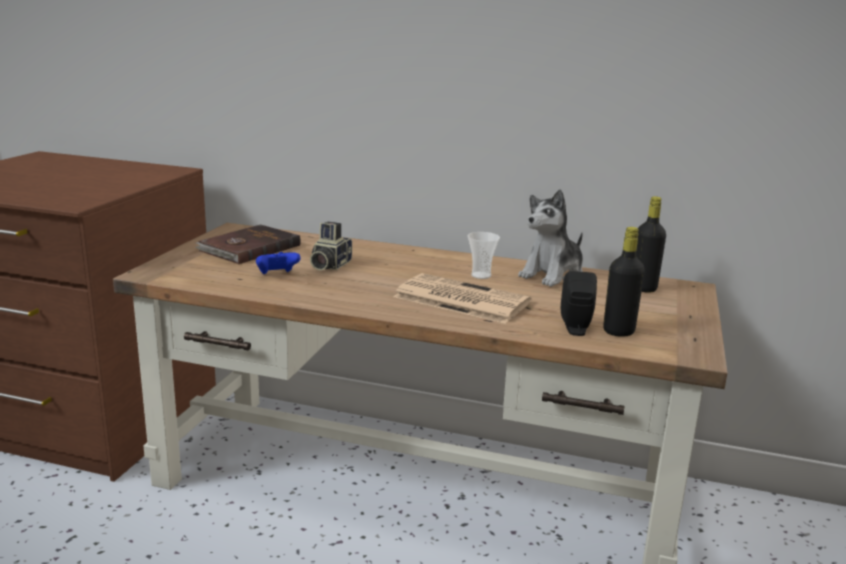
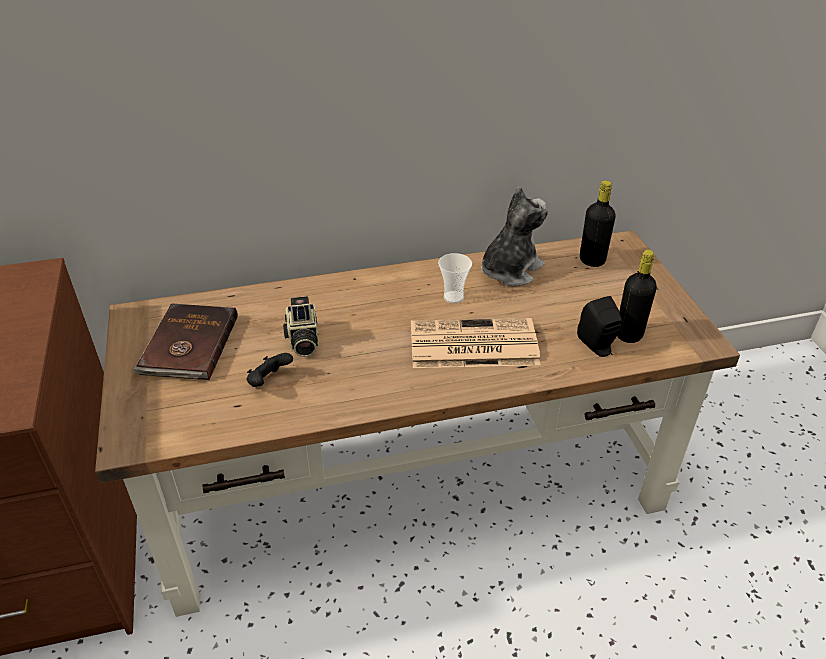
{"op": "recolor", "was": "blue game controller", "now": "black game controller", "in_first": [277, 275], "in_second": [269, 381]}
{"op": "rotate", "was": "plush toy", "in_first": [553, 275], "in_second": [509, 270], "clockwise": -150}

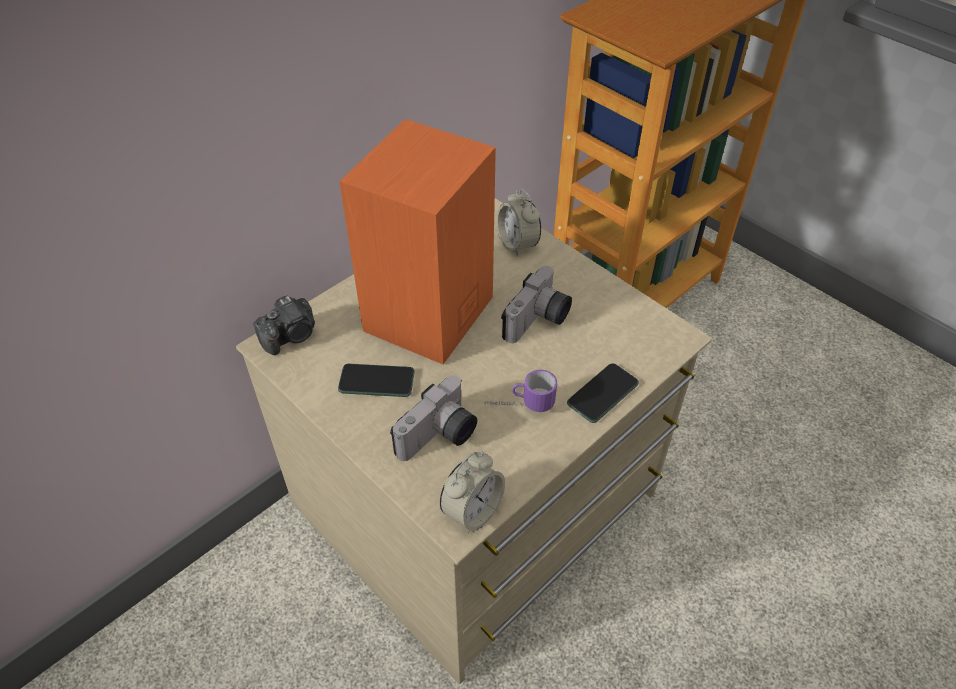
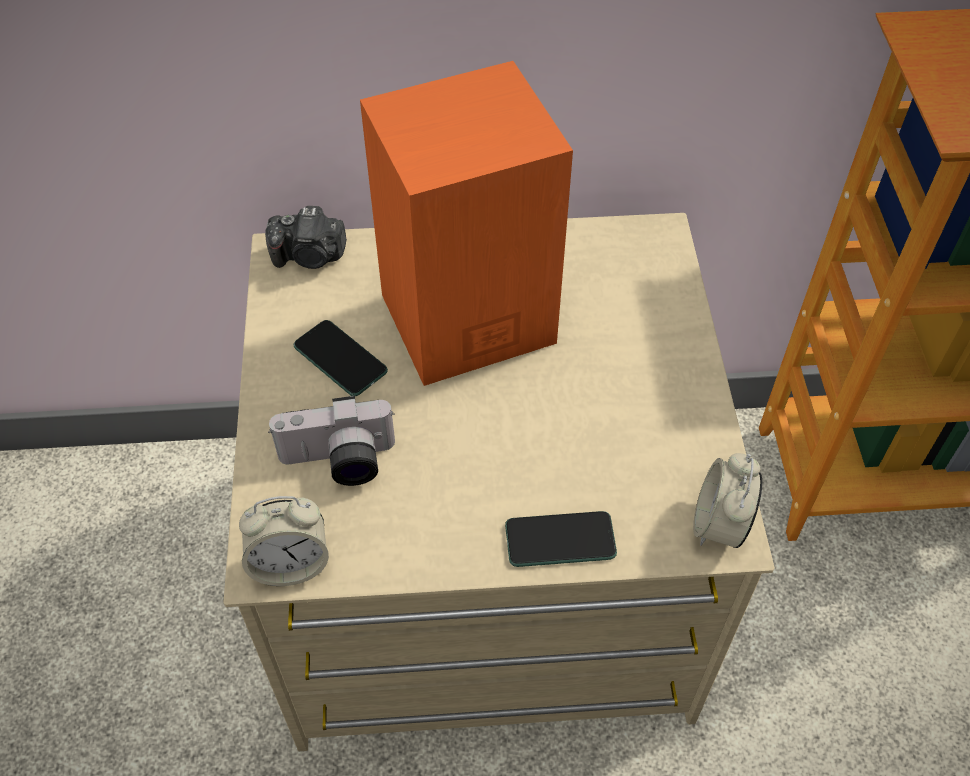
{"op": "delete", "was": "mug", "in_first": [519, 405]}
{"op": "move", "was": "alarm clock", "in_first": [517, 244], "in_second": [719, 524]}
{"op": "delete", "was": "photo camera", "in_first": [538, 322]}

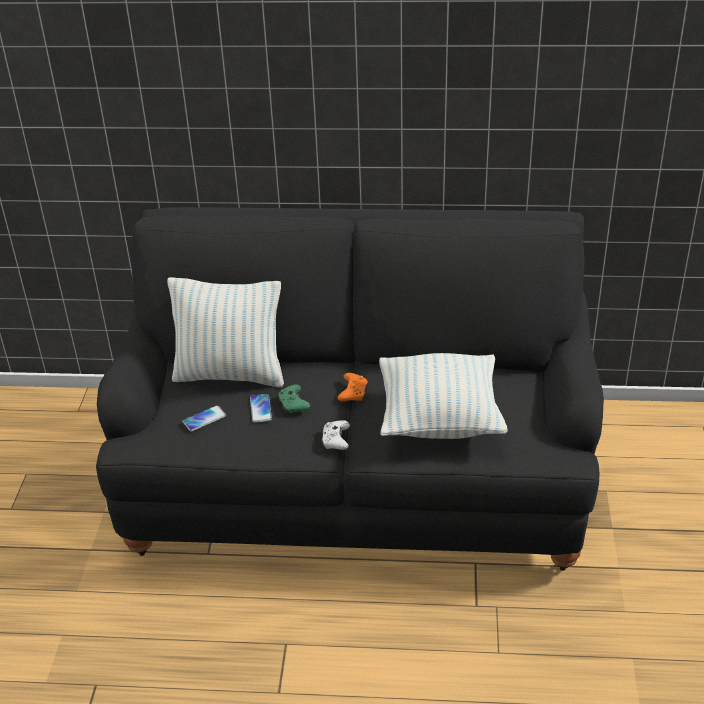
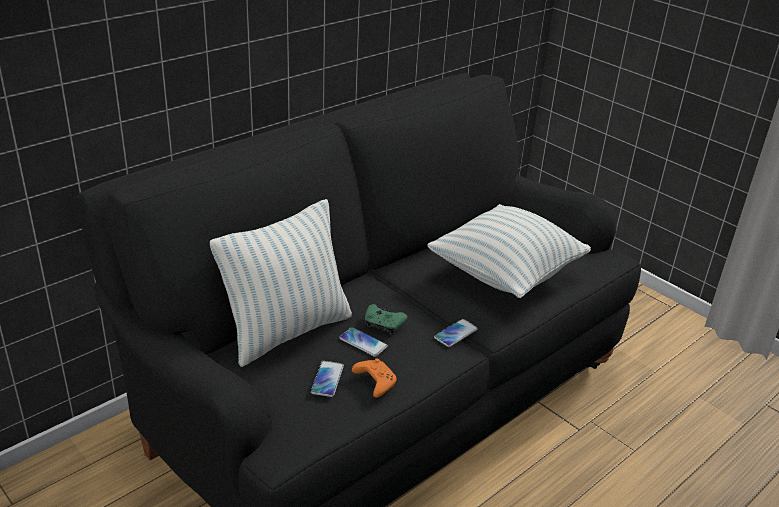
{"op": "replace", "was": "white game controller", "now": "phone", "in_first": [335, 440], "in_second": [455, 333]}
{"op": "move", "was": "orange game controller", "in_first": [353, 392], "in_second": [374, 382]}

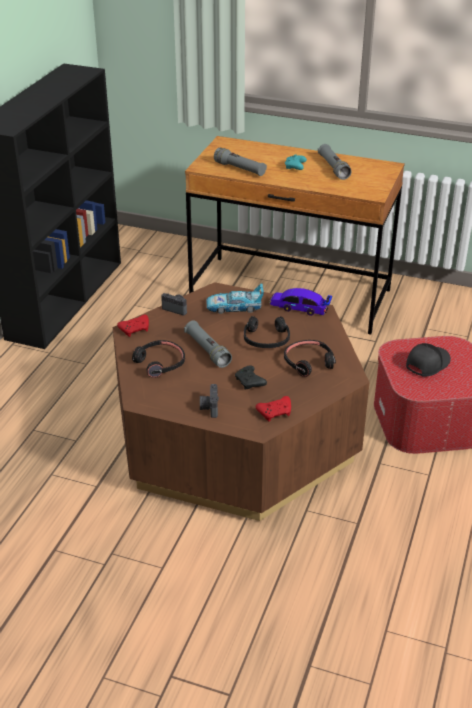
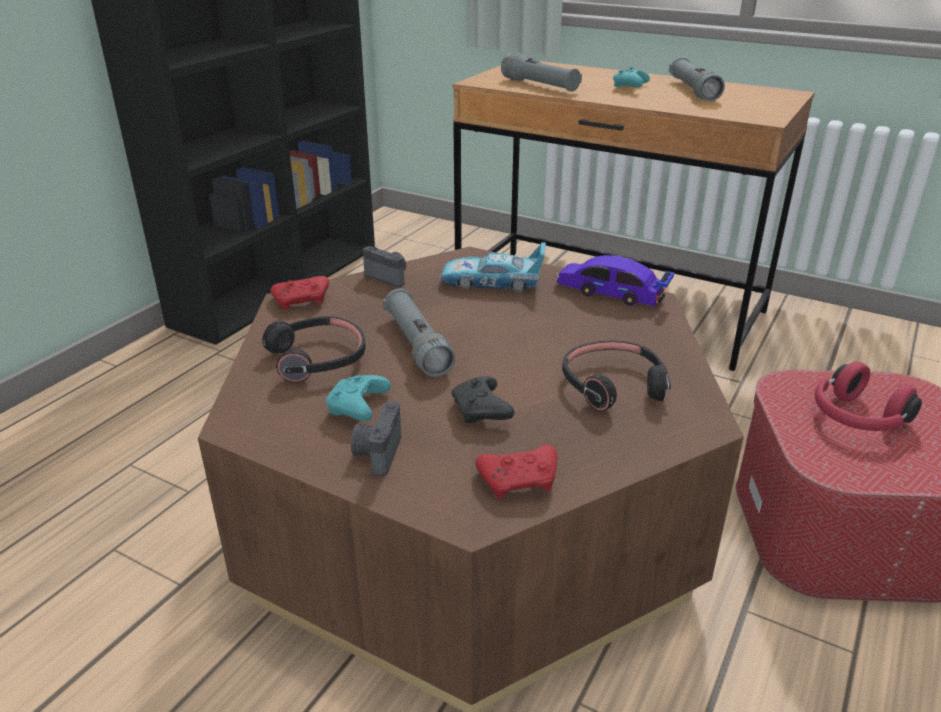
{"op": "delete", "was": "black headphones", "in_first": [266, 339]}
{"op": "replace", "was": "black cap", "now": "red headphones", "in_first": [426, 363], "in_second": [856, 418]}
{"op": "insert", "now": "turquoise game controller", "in_second": [358, 408]}

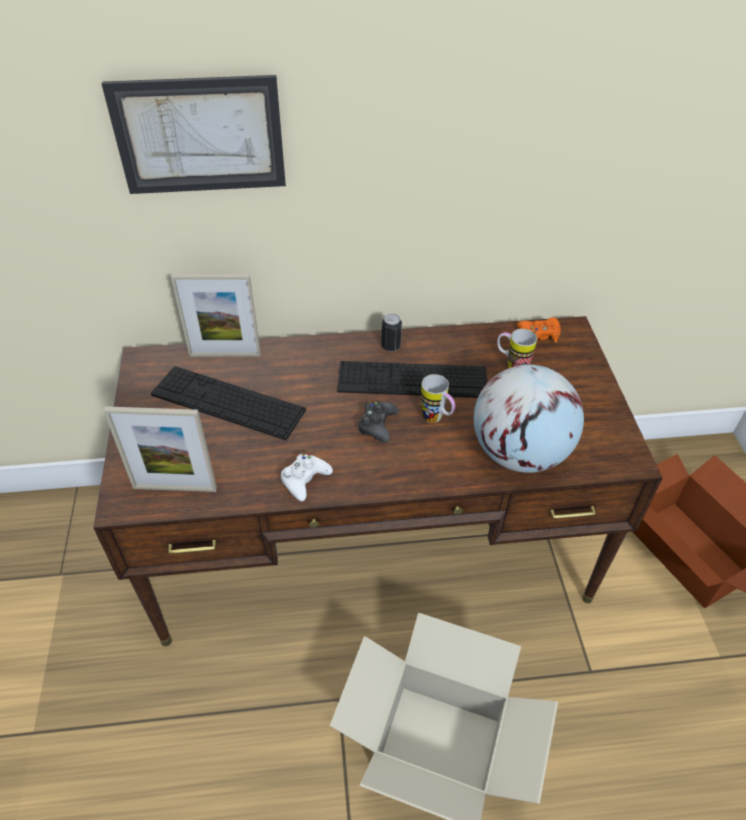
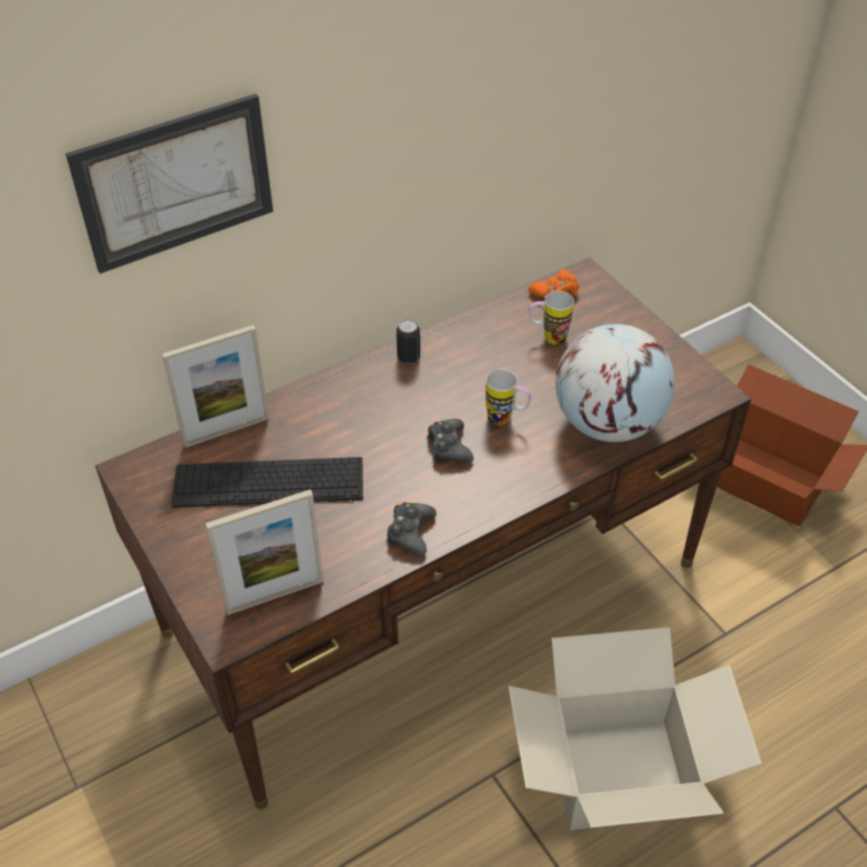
{"op": "recolor", "was": "white game controller", "now": "black game controller", "in_first": [304, 479], "in_second": [410, 532]}
{"op": "delete", "was": "keyboard", "in_first": [412, 380]}

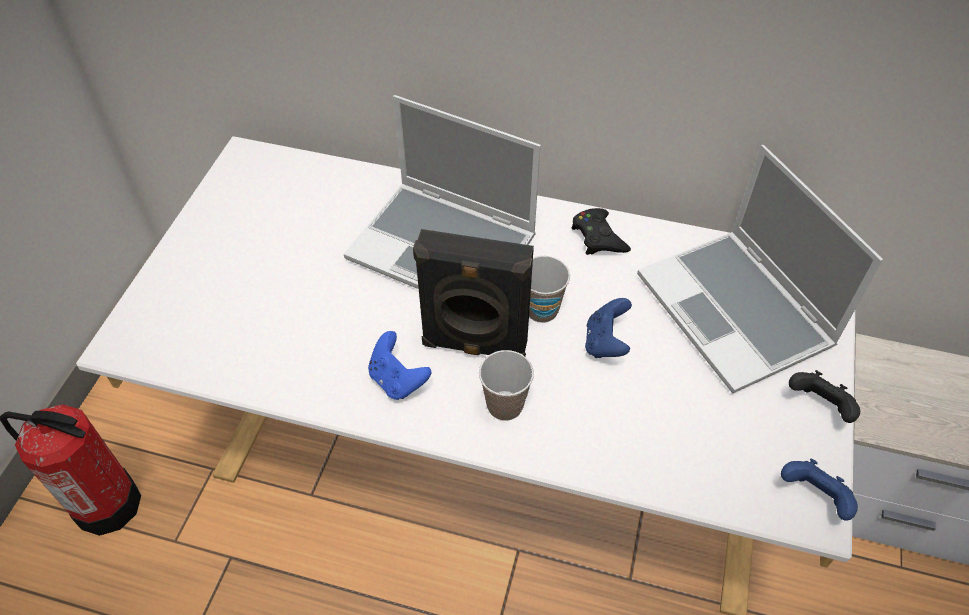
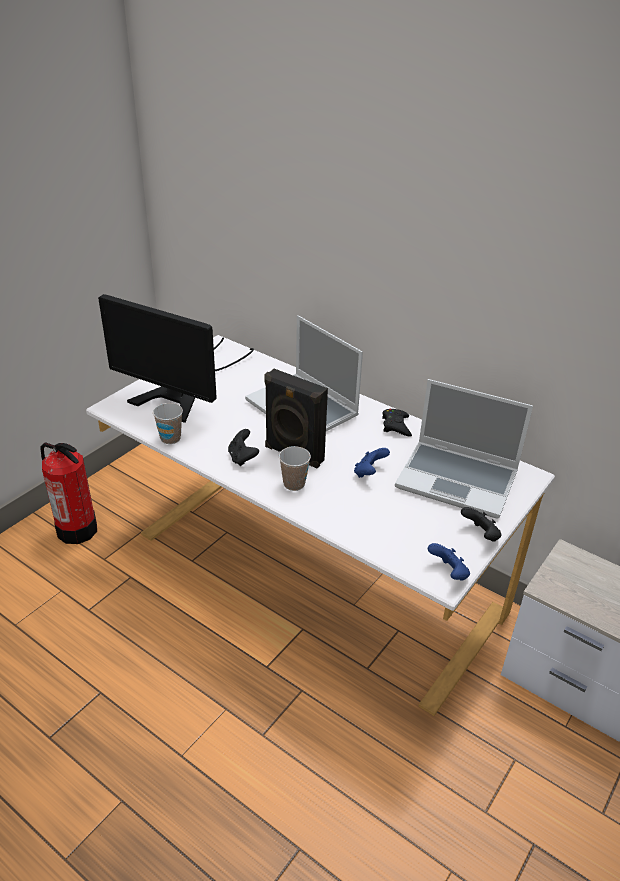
{"op": "recolor", "was": "blue game controller", "now": "black game controller", "in_first": [397, 380], "in_second": [242, 458]}
{"op": "move", "was": "cup", "in_first": [541, 310], "in_second": [170, 438]}
{"op": "rotate", "was": "laptop", "in_first": [737, 312], "in_second": [458, 480], "clockwise": -60}
{"op": "insert", "now": "monitor", "in_second": [182, 392]}

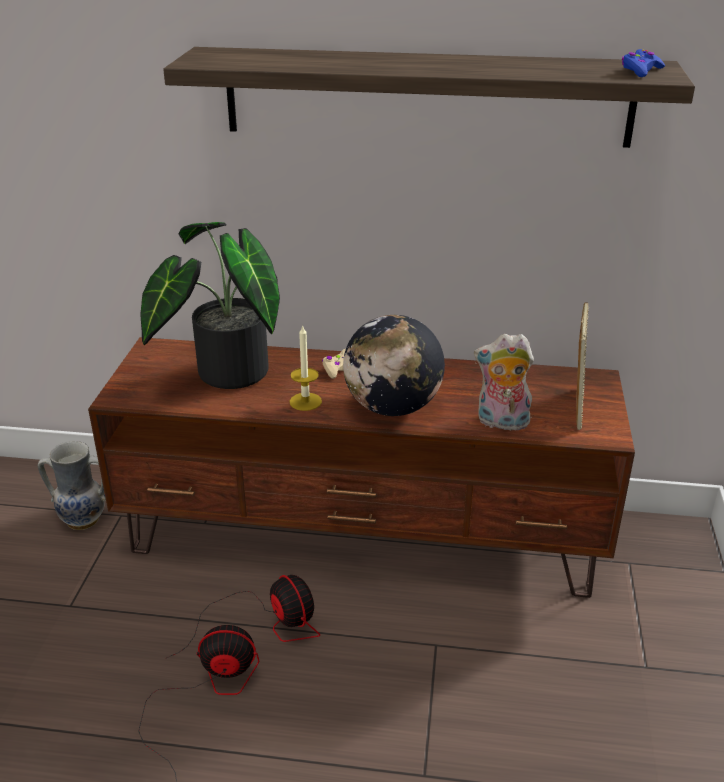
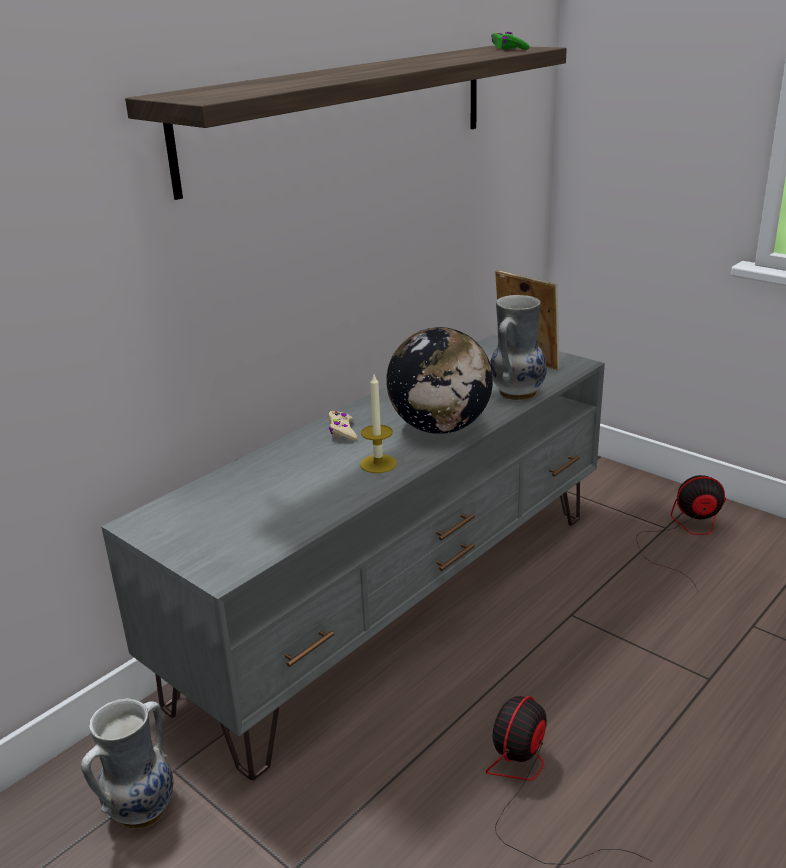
{"op": "recolor", "was": "brown tv stand", "now": "grey tv stand", "in_first": [364, 535], "in_second": [399, 600]}
{"op": "delete", "was": "potted plant", "in_first": [224, 373]}
{"op": "move", "was": "fan", "in_first": [266, 624], "in_second": [684, 535]}
{"op": "replace", "was": "plush toy", "now": "vase", "in_first": [501, 423], "in_second": [516, 393]}
{"op": "recolor", "was": "blue game controller", "now": "green game controller", "in_first": [640, 71], "in_second": [508, 49]}

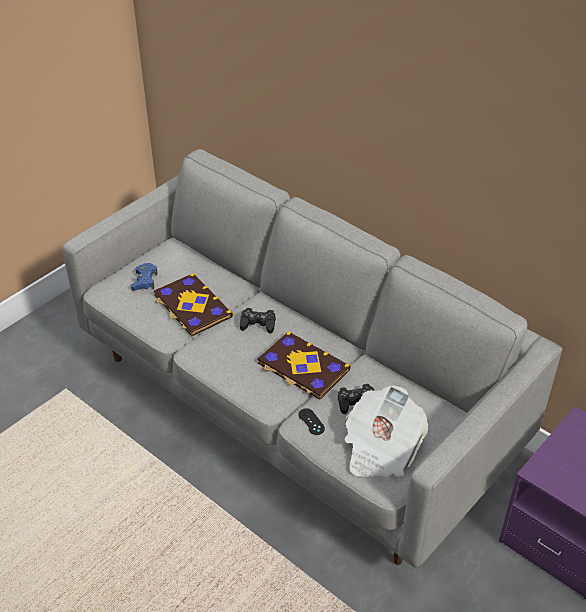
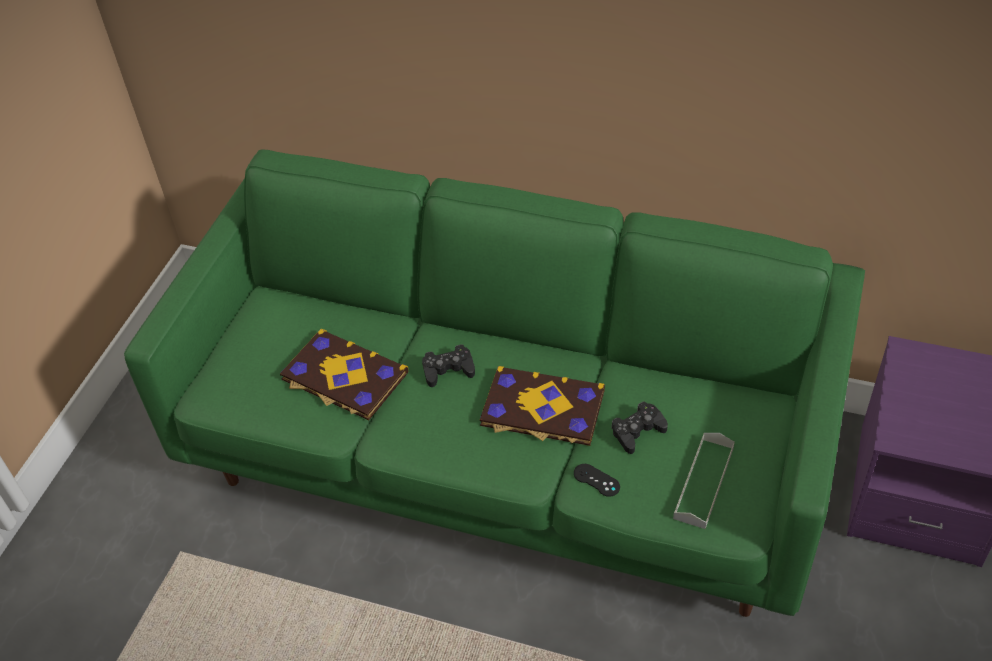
{"op": "recolor", "was": "grey sofa", "now": "green sofa", "in_first": [295, 407], "in_second": [509, 458]}
{"op": "delete", "was": "blue game controller", "in_first": [144, 281]}
{"op": "replace", "was": "newspaper", "now": "grey tray", "in_first": [380, 448], "in_second": [704, 482]}

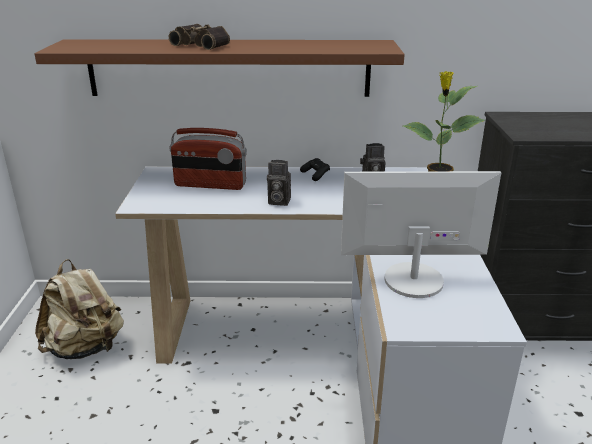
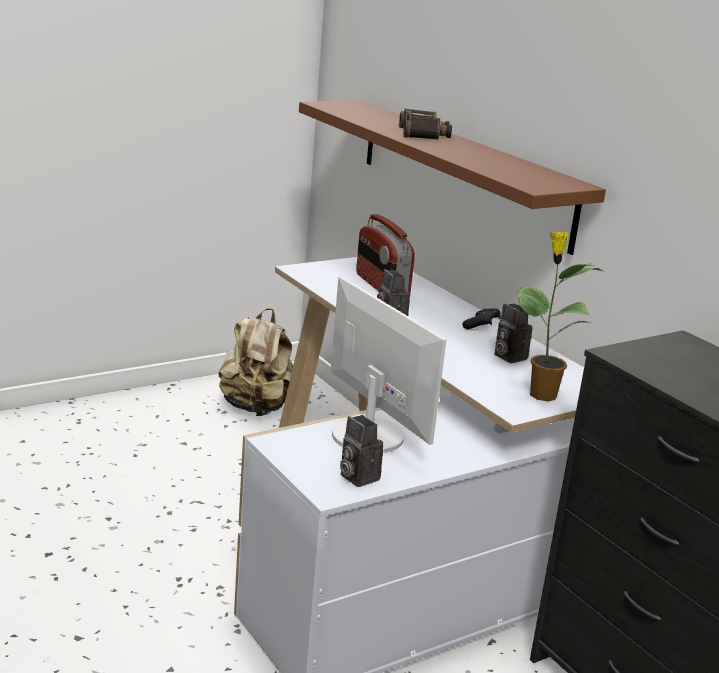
{"op": "insert", "now": "photo camera", "in_second": [356, 476]}

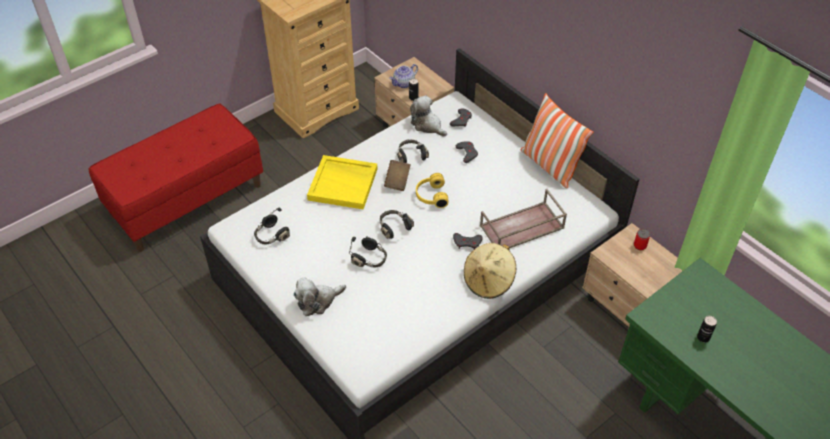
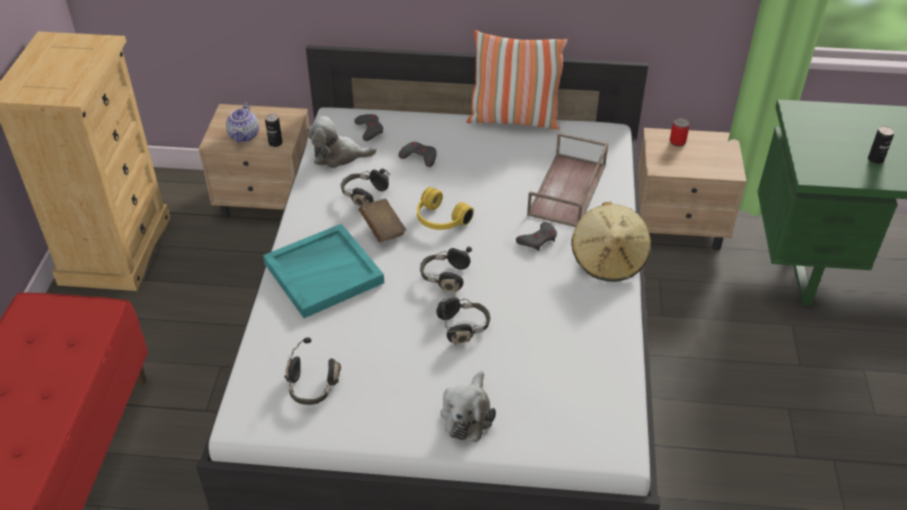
{"op": "recolor", "was": "yellow tray", "now": "turquoise tray", "in_first": [343, 184], "in_second": [324, 272]}

